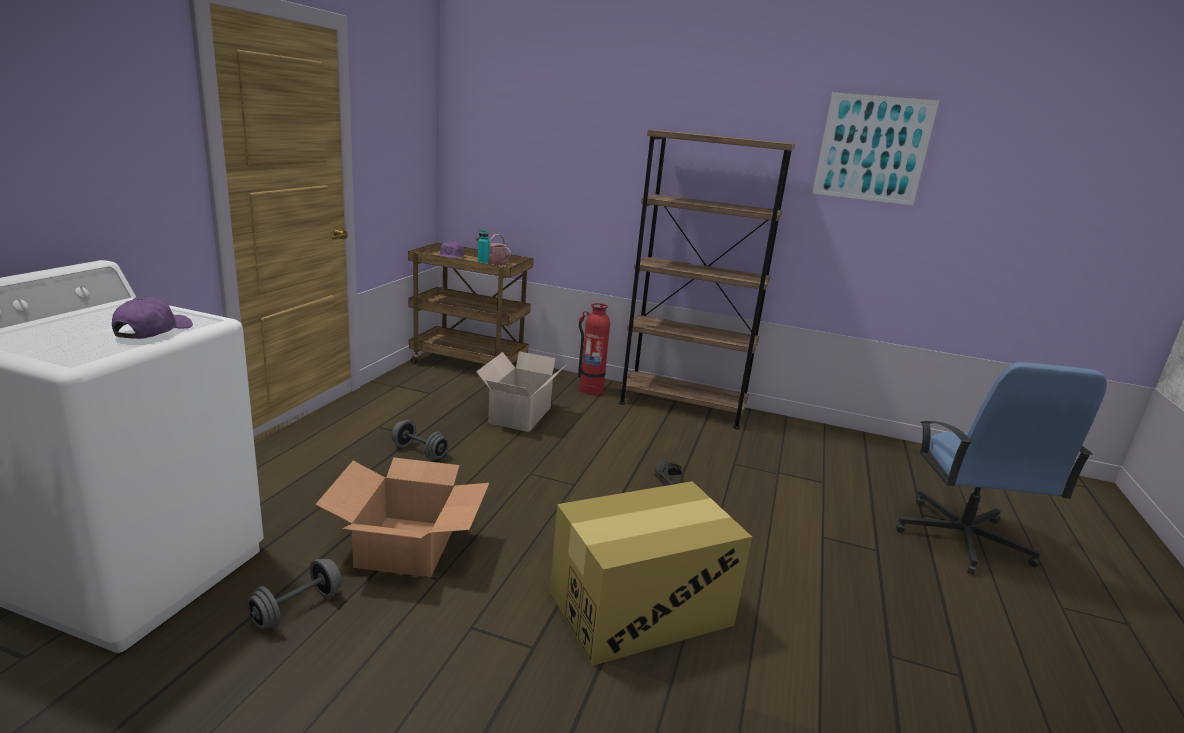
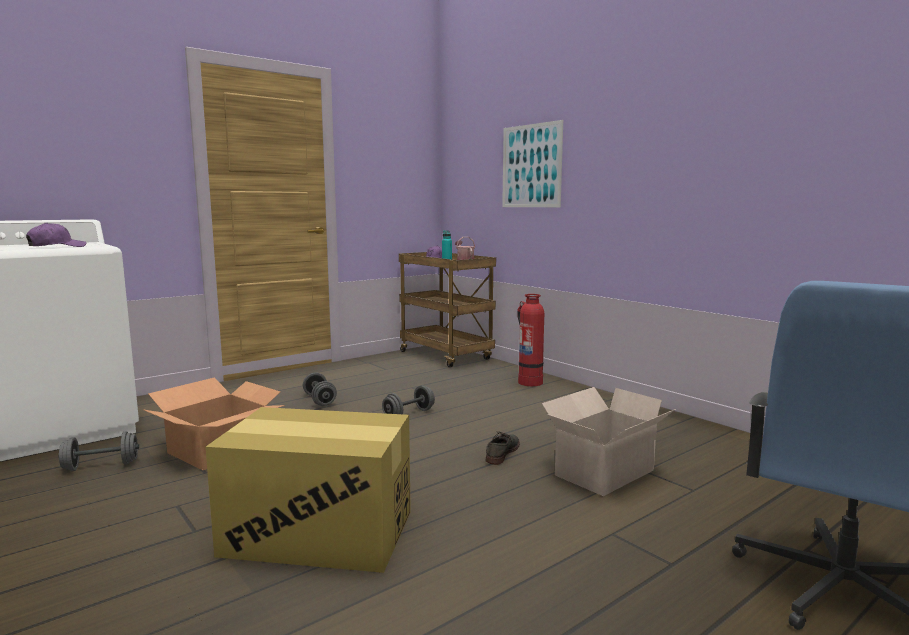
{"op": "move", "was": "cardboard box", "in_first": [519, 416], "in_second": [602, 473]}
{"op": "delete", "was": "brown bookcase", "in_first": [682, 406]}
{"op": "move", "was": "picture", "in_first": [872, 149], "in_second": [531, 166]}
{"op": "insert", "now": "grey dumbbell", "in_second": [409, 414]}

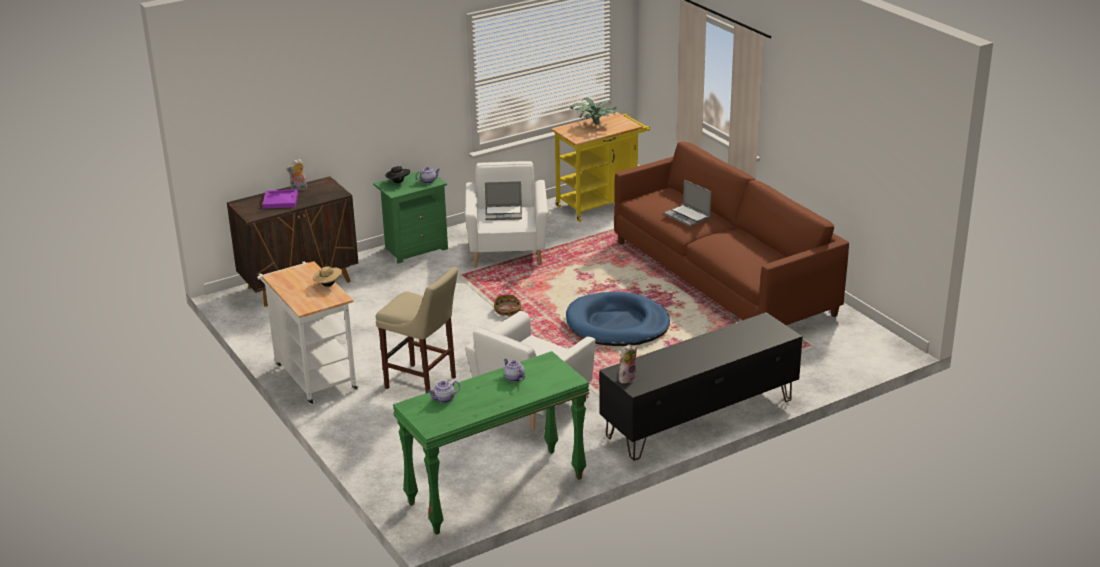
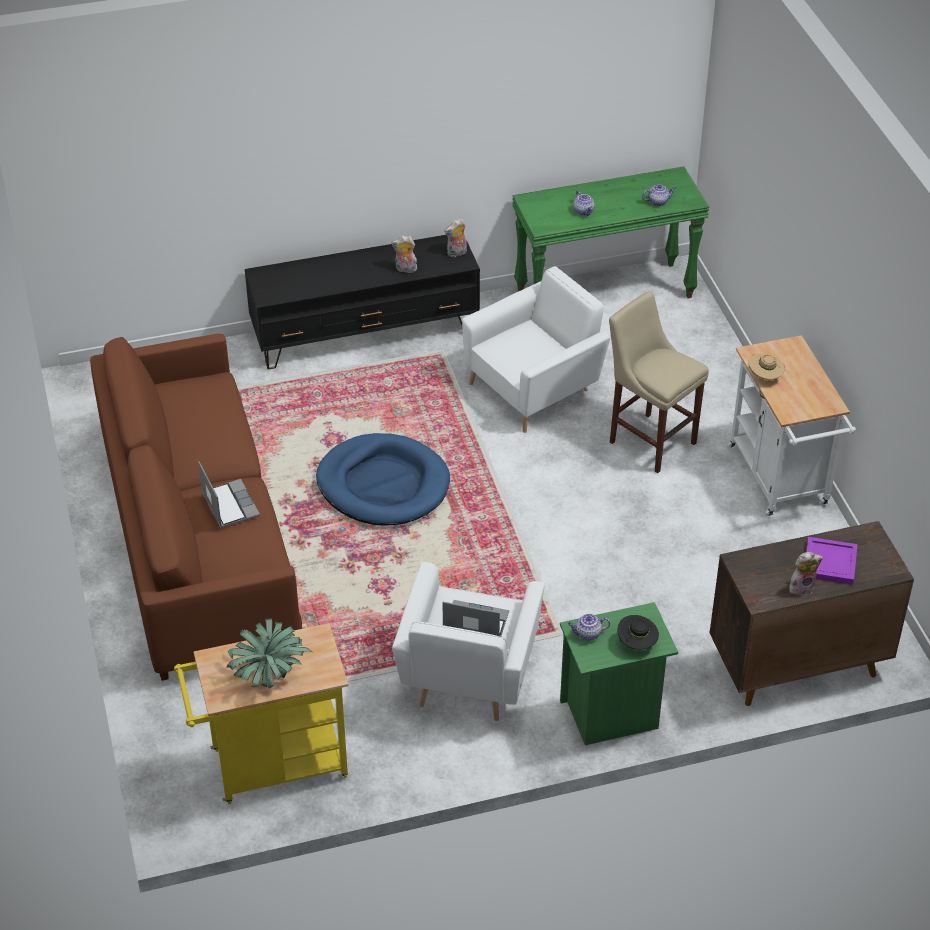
{"op": "delete", "was": "basket", "in_first": [507, 310]}
{"op": "insert", "now": "plush toy", "in_second": [405, 269]}

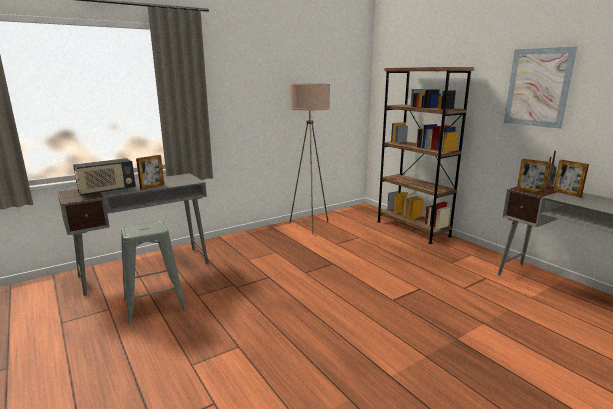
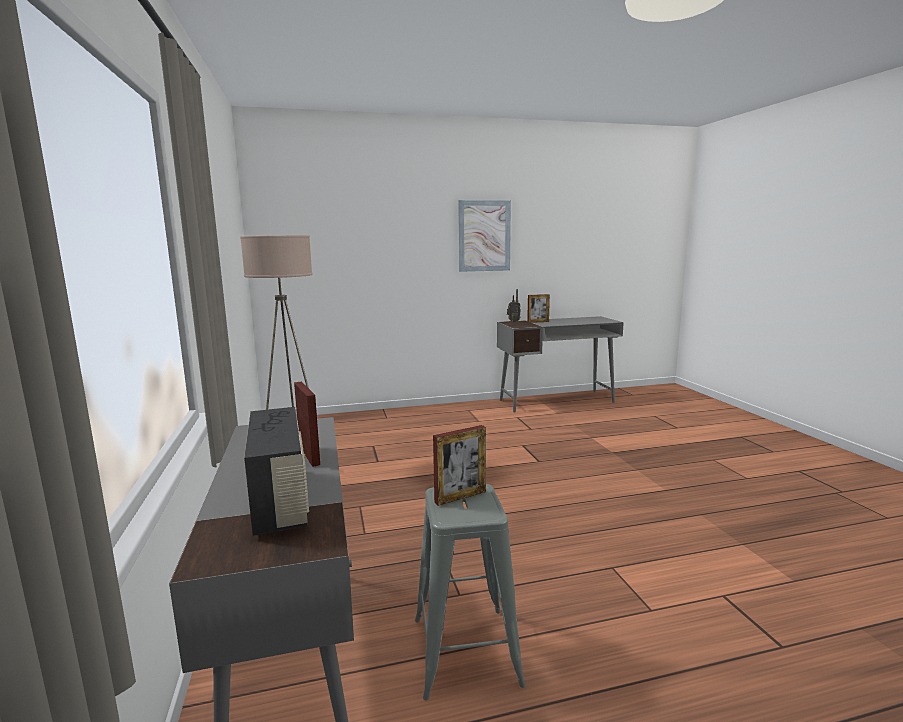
{"op": "delete", "was": "brown bookcase", "in_first": [412, 228]}
{"op": "move", "was": "picture frame", "in_first": [530, 192], "in_second": [460, 497]}

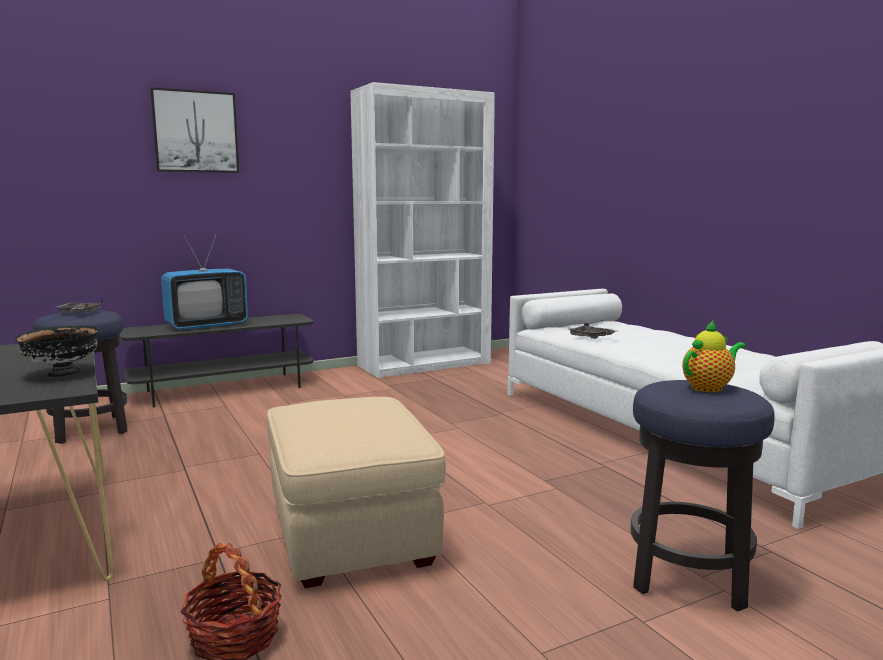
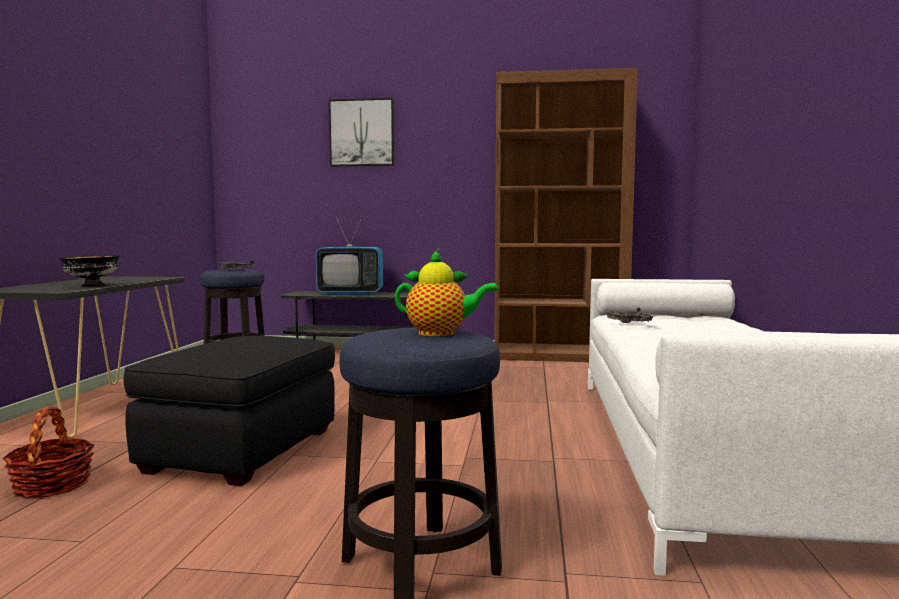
{"op": "recolor", "was": "beige ottoman", "now": "black ottoman", "in_first": [350, 530], "in_second": [243, 450]}
{"op": "recolor", "was": "white bookcase", "now": "brown bookcase", "in_first": [425, 364], "in_second": [559, 356]}

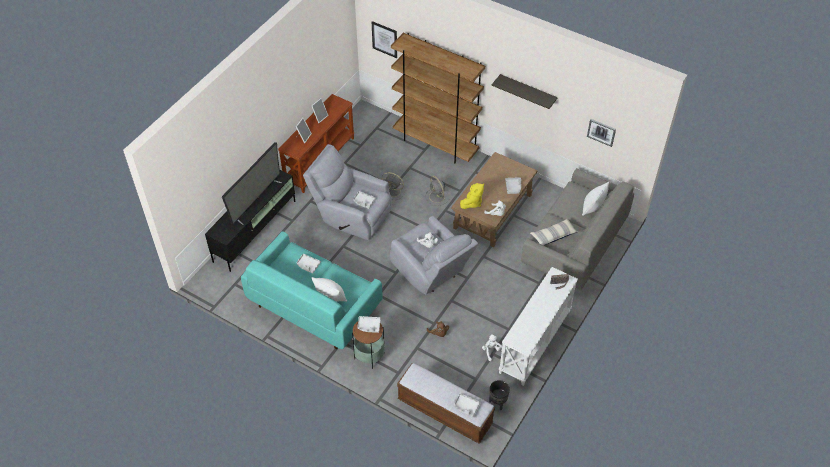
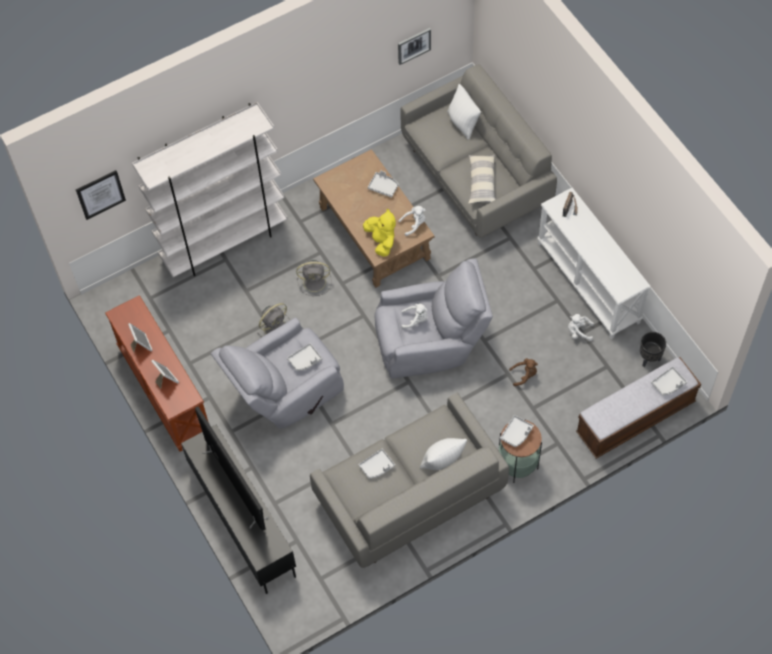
{"op": "recolor", "was": "turquoise sofa", "now": "grey sofa", "in_first": [314, 306], "in_second": [409, 495]}
{"op": "recolor", "was": "brown bookcase", "now": "white bookcase", "in_first": [435, 144], "in_second": [225, 243]}
{"op": "delete", "was": "shelf", "in_first": [527, 91]}

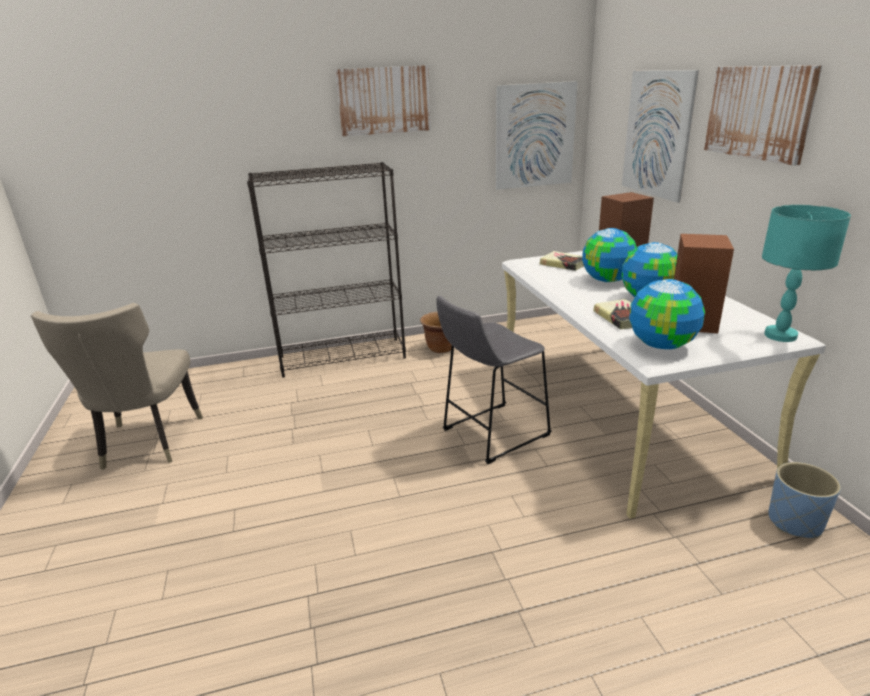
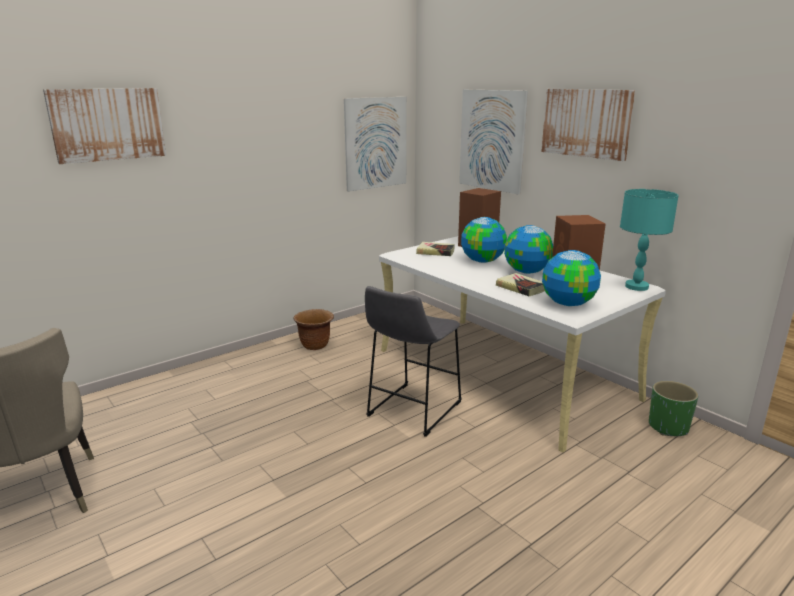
{"op": "delete", "was": "black bookcase", "in_first": [343, 357]}
{"op": "move", "was": "picture", "in_first": [384, 100], "in_second": [108, 124]}
{"op": "recolor", "was": "blue planter", "now": "green planter", "in_first": [795, 522], "in_second": [668, 427]}

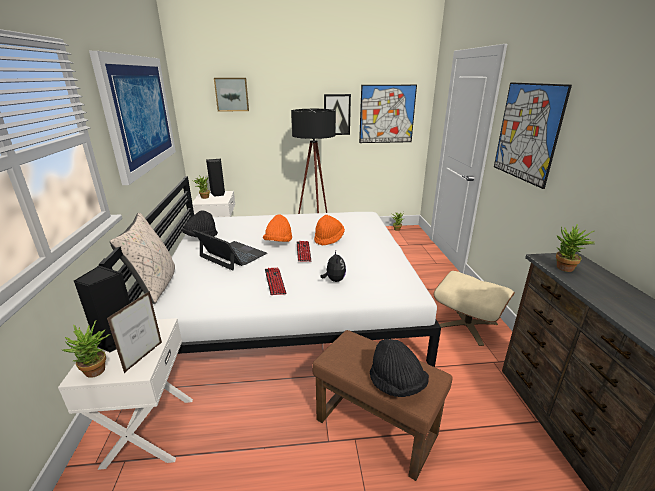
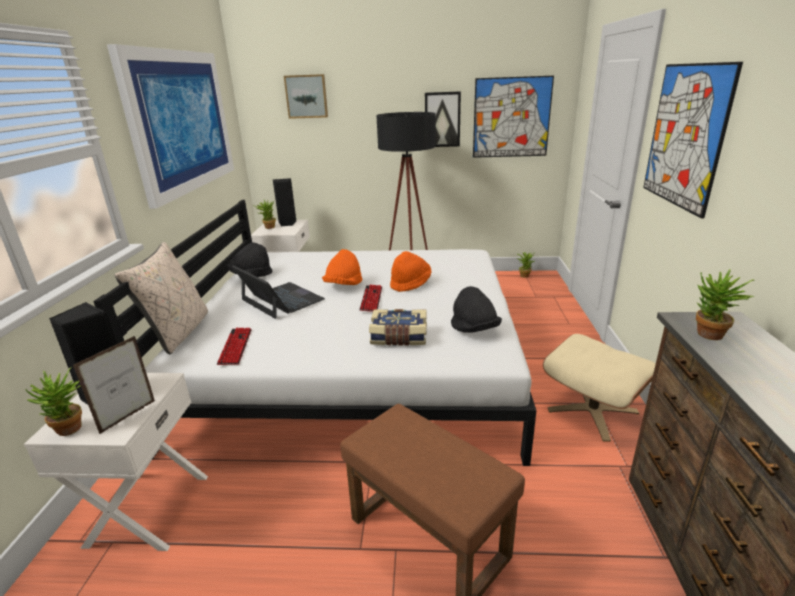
{"op": "move", "was": "keyboard", "in_first": [275, 282], "in_second": [235, 347]}
{"op": "replace", "was": "plush toy", "now": "book", "in_first": [334, 280], "in_second": [399, 337]}
{"op": "move", "was": "black hat", "in_first": [396, 384], "in_second": [474, 330]}

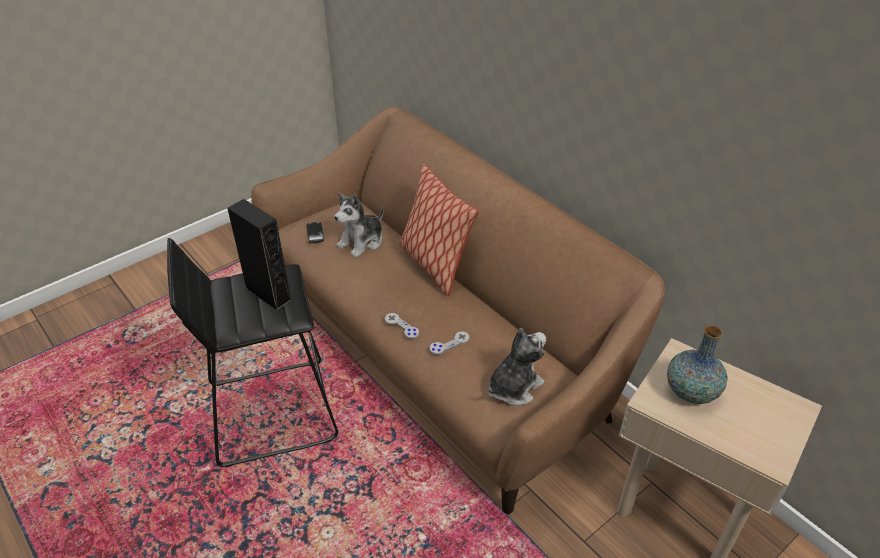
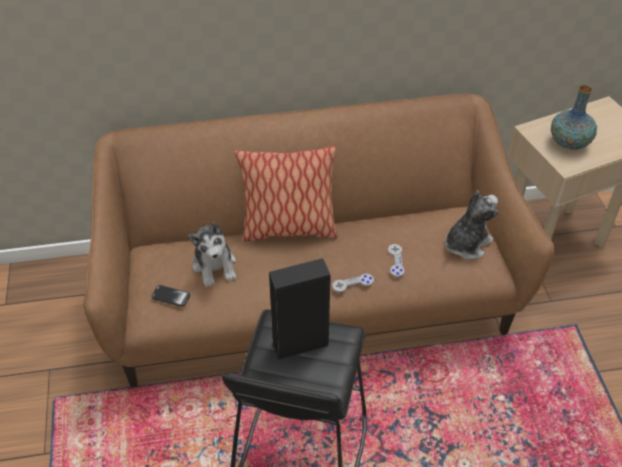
{"op": "rotate", "was": "plush toy", "in_first": [514, 387], "in_second": [466, 244], "clockwise": 60}

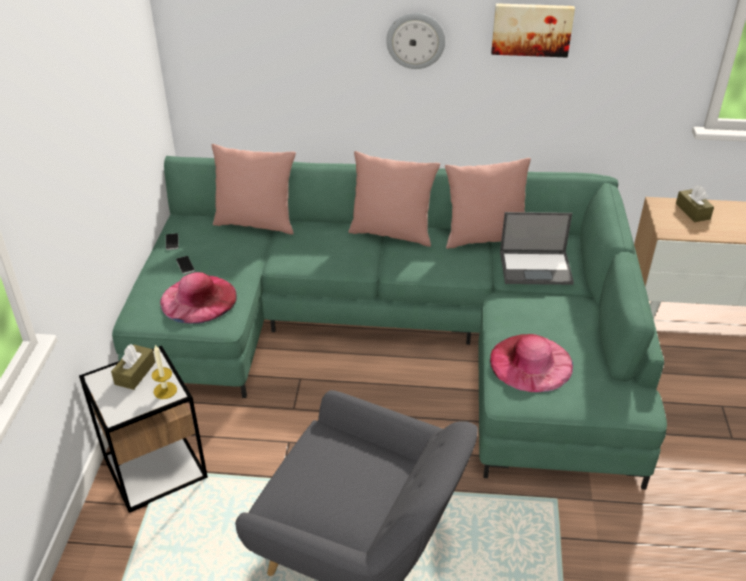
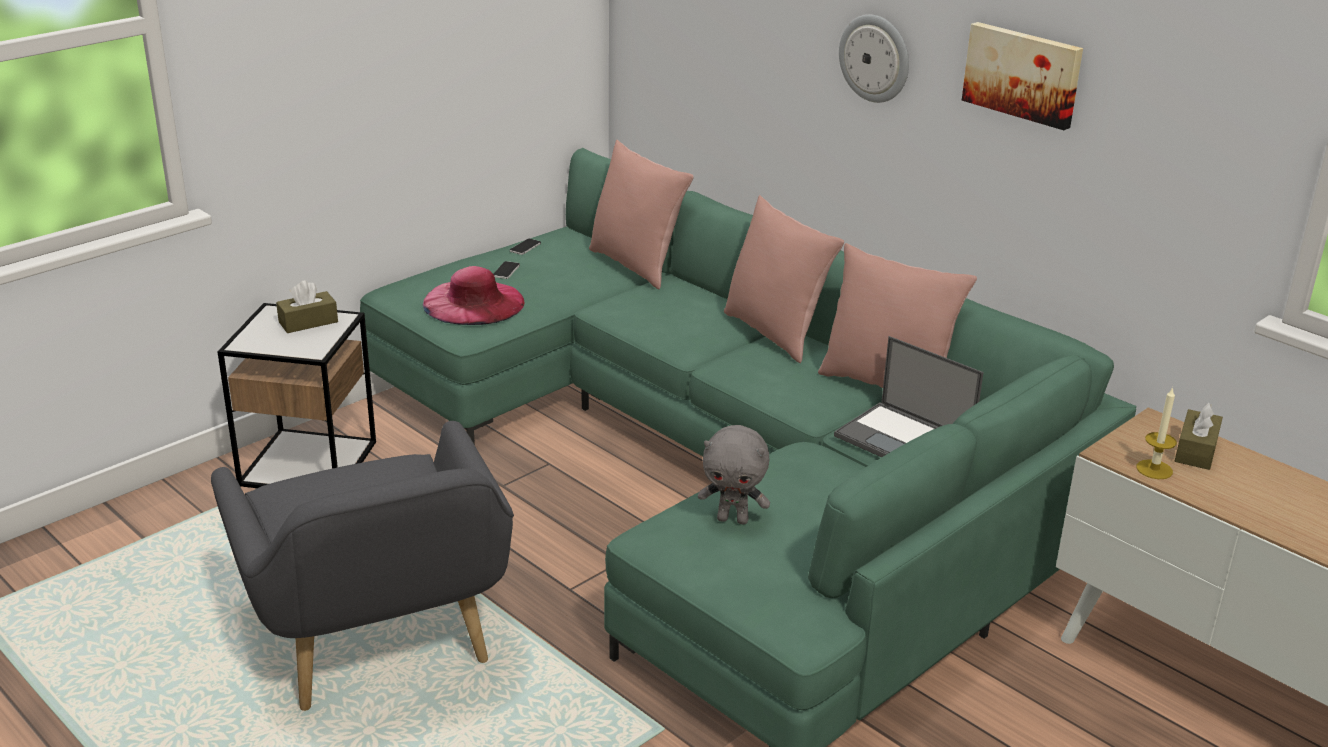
{"op": "move", "was": "candle", "in_first": [165, 390], "in_second": [1154, 469]}
{"op": "replace", "was": "pink hat", "now": "grey plush toy", "in_first": [531, 362], "in_second": [733, 519]}

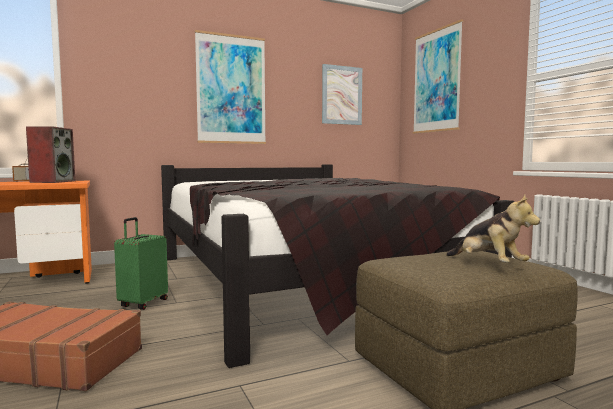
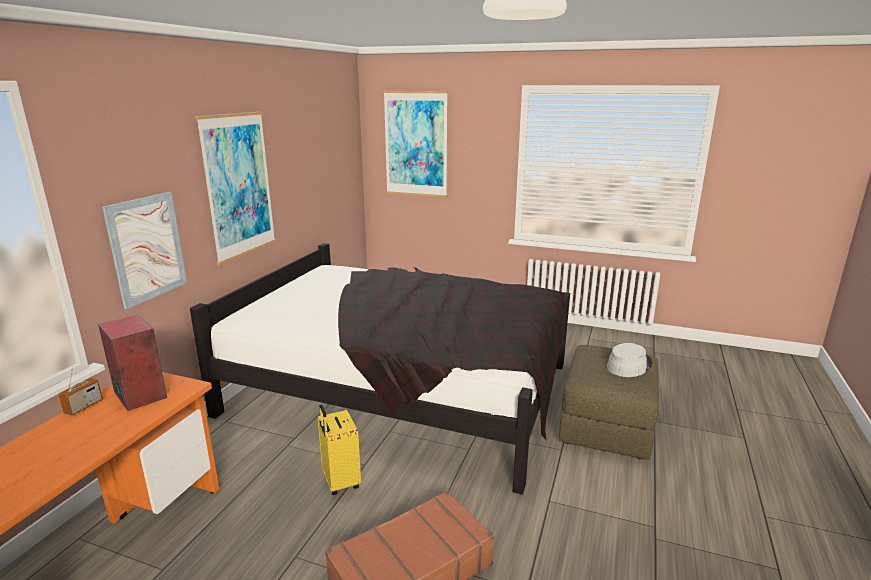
{"op": "recolor", "was": "green suitcase", "now": "yellow suitcase", "in_first": [143, 303], "in_second": [340, 481]}
{"op": "move", "was": "picture", "in_first": [342, 95], "in_second": [147, 248]}
{"op": "replace", "was": "plush toy", "now": "grey hat", "in_first": [488, 265], "in_second": [629, 365]}

